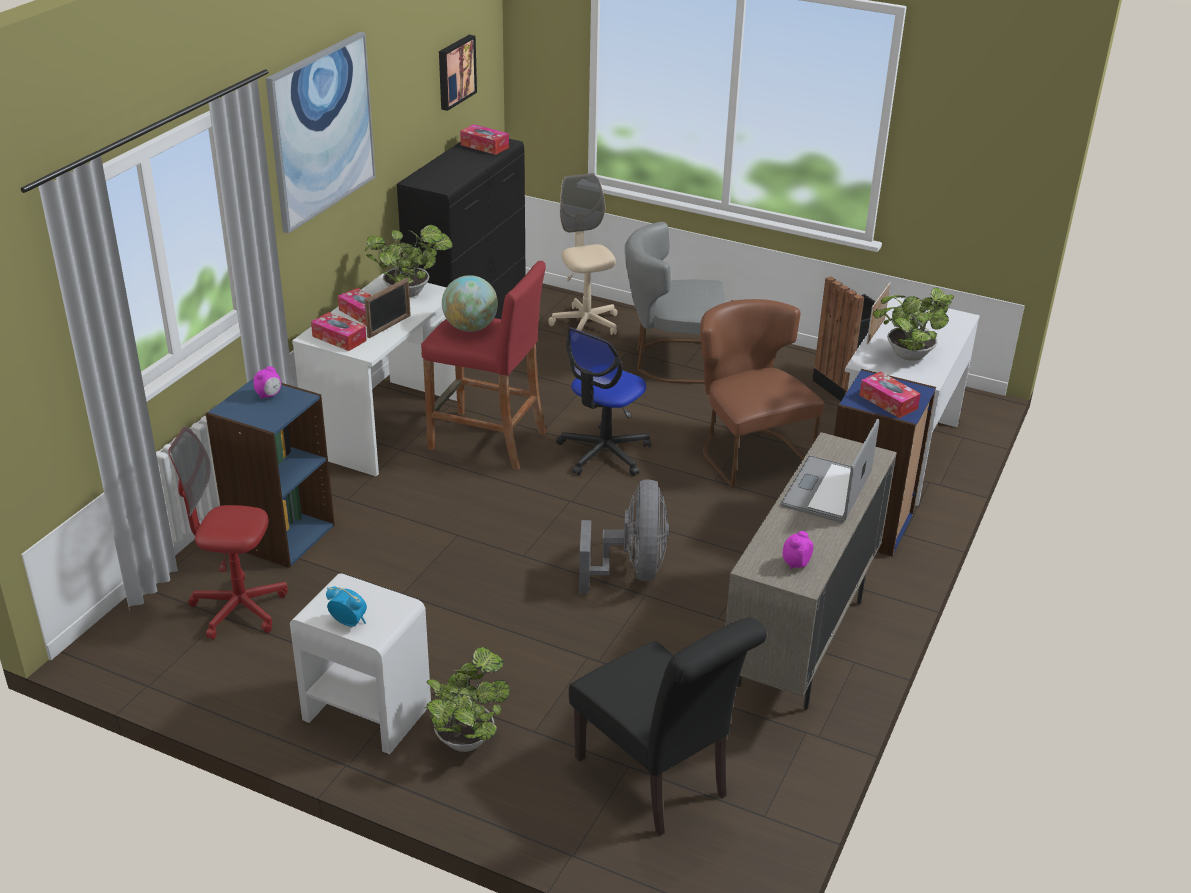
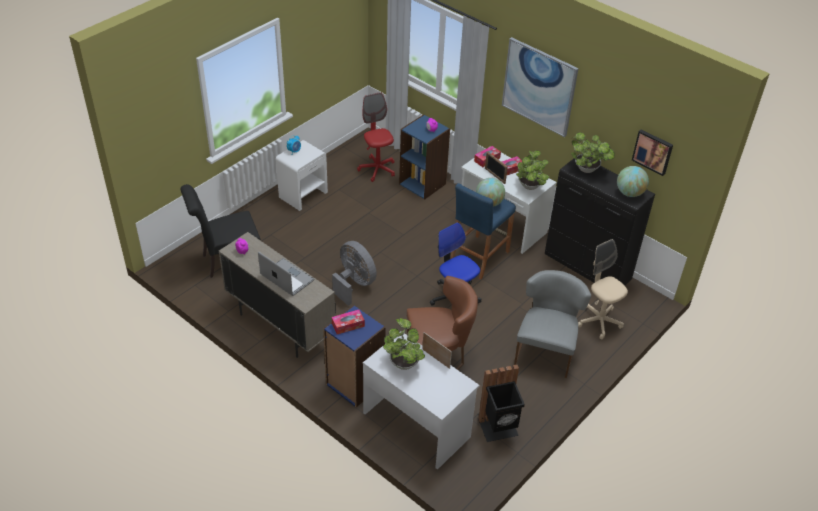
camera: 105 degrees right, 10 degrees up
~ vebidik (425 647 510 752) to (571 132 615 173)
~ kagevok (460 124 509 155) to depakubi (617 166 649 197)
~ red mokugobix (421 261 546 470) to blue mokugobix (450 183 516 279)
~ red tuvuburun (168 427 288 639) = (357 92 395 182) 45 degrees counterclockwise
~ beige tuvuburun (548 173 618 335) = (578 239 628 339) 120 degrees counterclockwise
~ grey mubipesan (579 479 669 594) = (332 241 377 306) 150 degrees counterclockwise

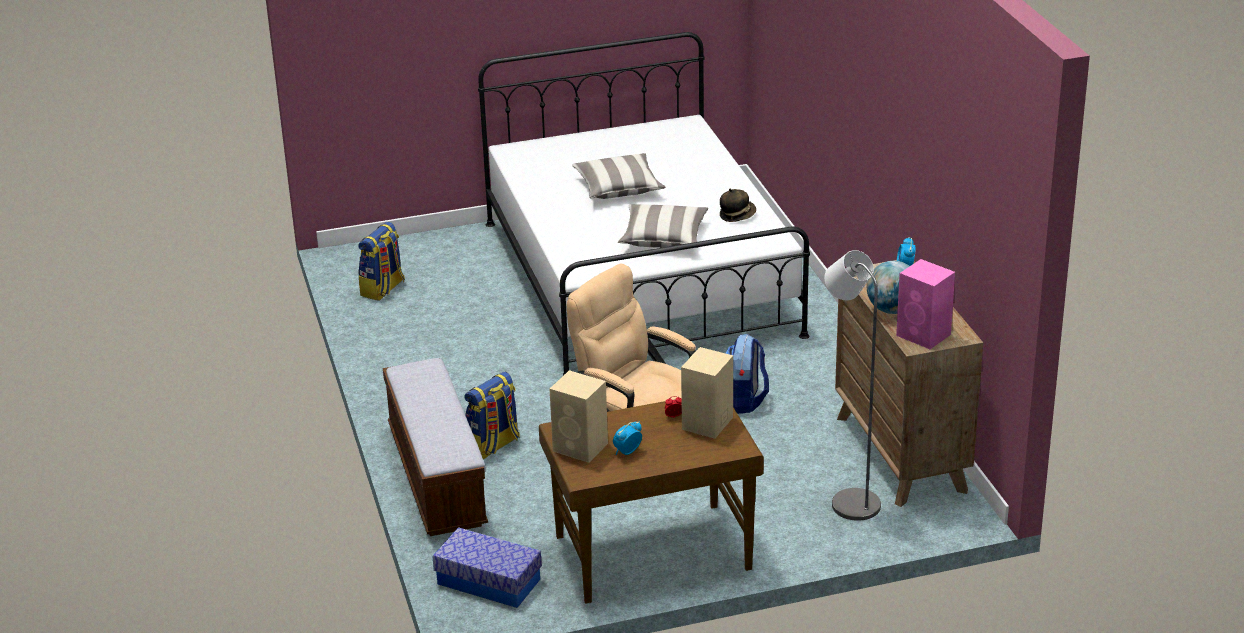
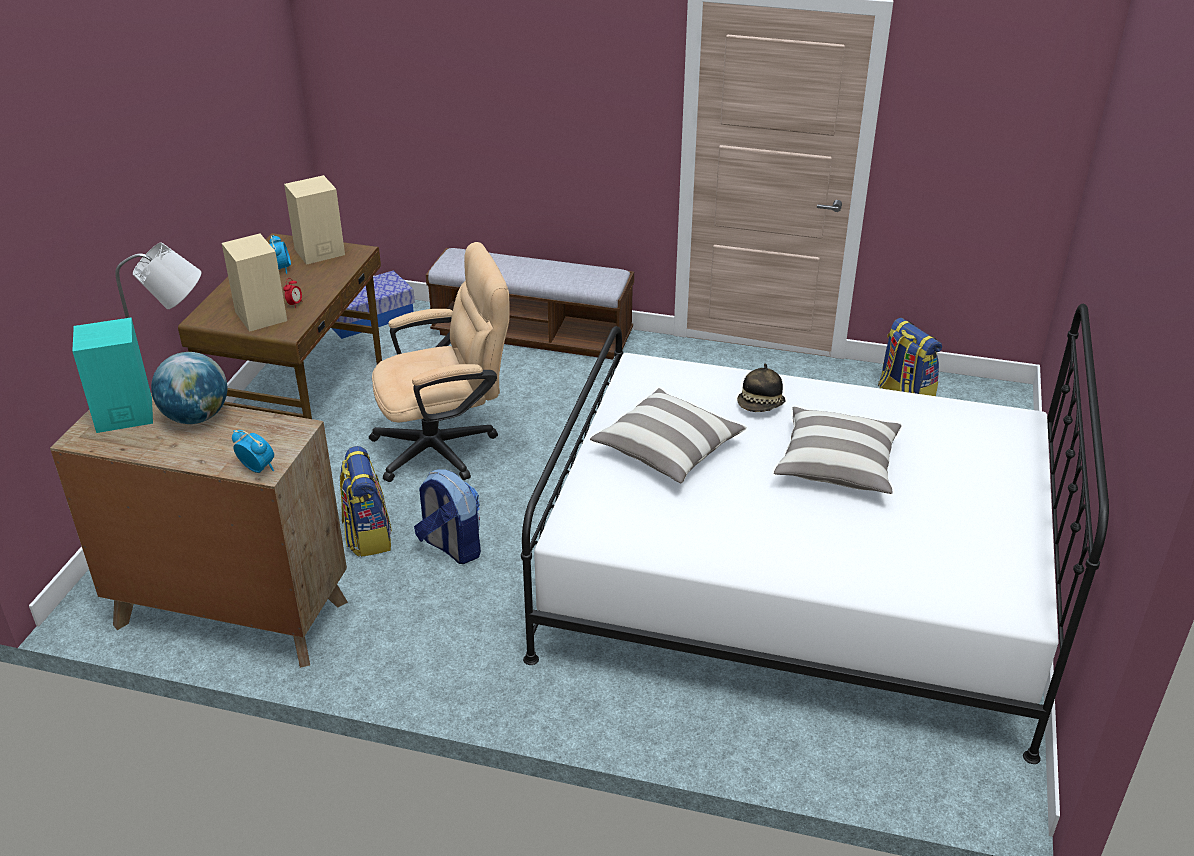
camera: 120 degrees right, 5 degrees up
~ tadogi (465 372 520 459) to (340 446 392 557)
~ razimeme (720 188 756 222) to (737 363 786 412)
~ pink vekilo (896 259 955 349) to turquoise vekilo (72 317 153 433)

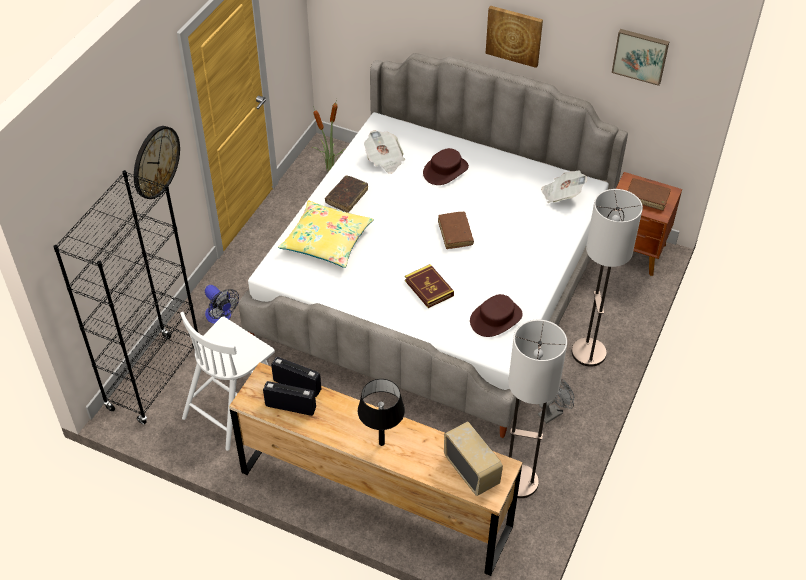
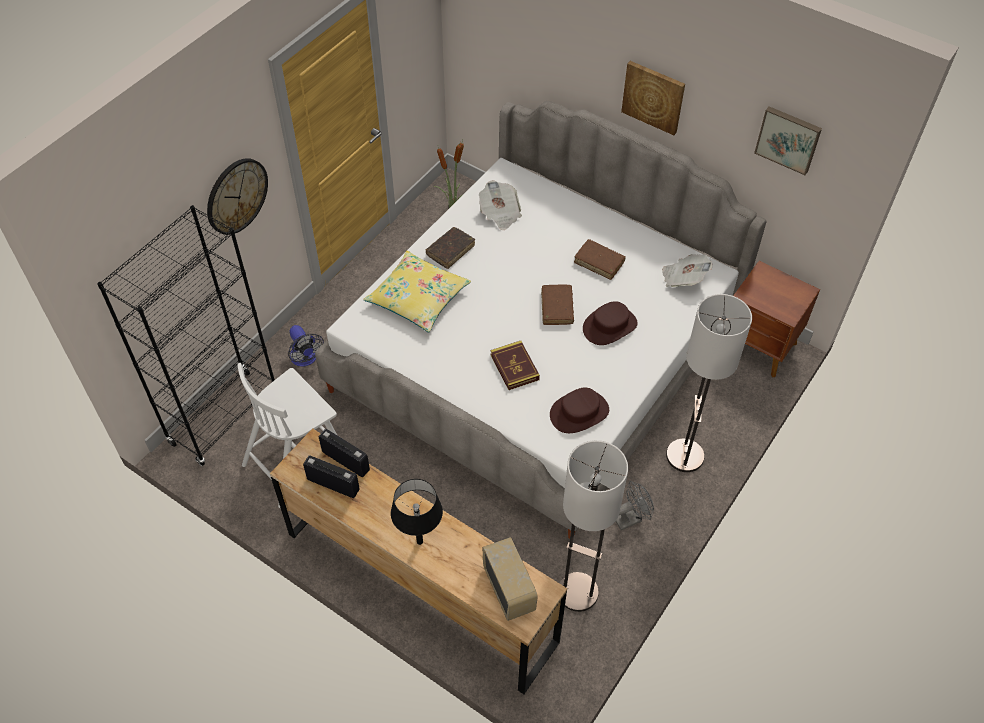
camera: 10 degrees right, 5 degrees up
~ brown razimeme (423 148 469 185) to (583 301 638 345)
~ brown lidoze (627 178 671 211) to (574 239 626 280)

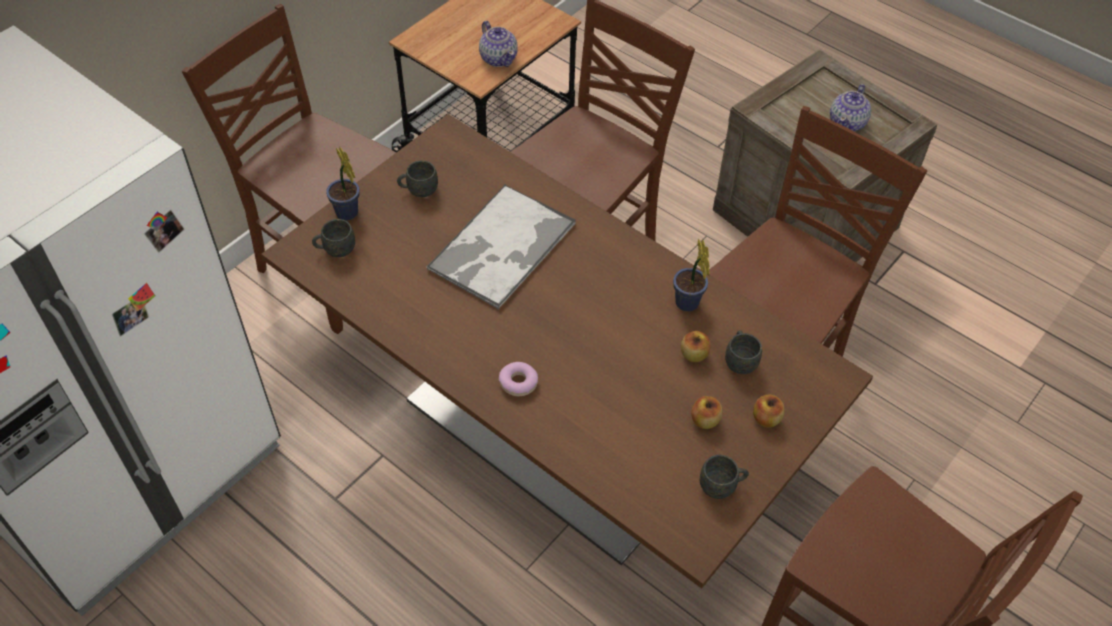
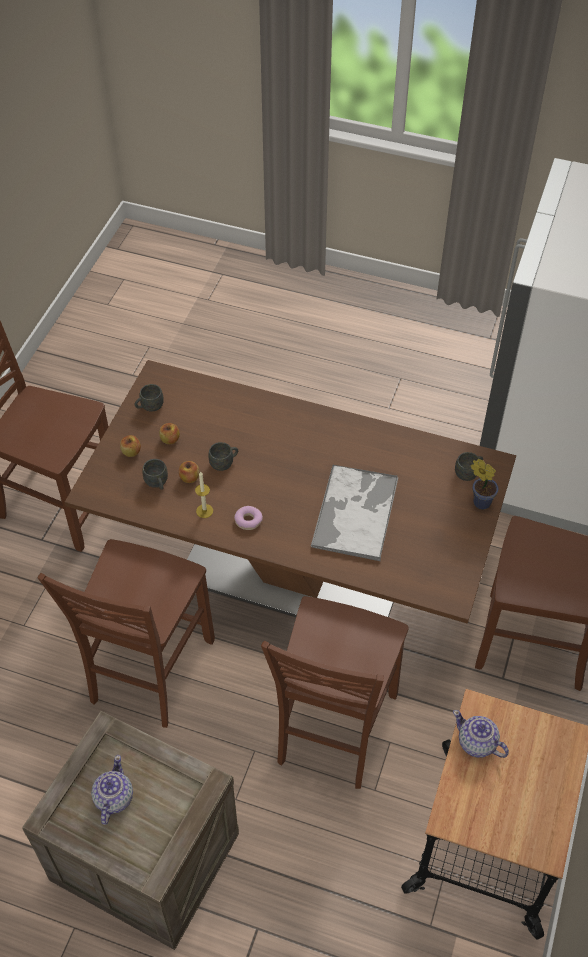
camera: 160 degrees right, 0 degrees up
~ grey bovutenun (397 160 438 197) to (208 442 238 471)
~ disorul (499 362 538 396) to (234 506 263 530)
~ vebidik (673 239 709 312) to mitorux (195 471 213 518)

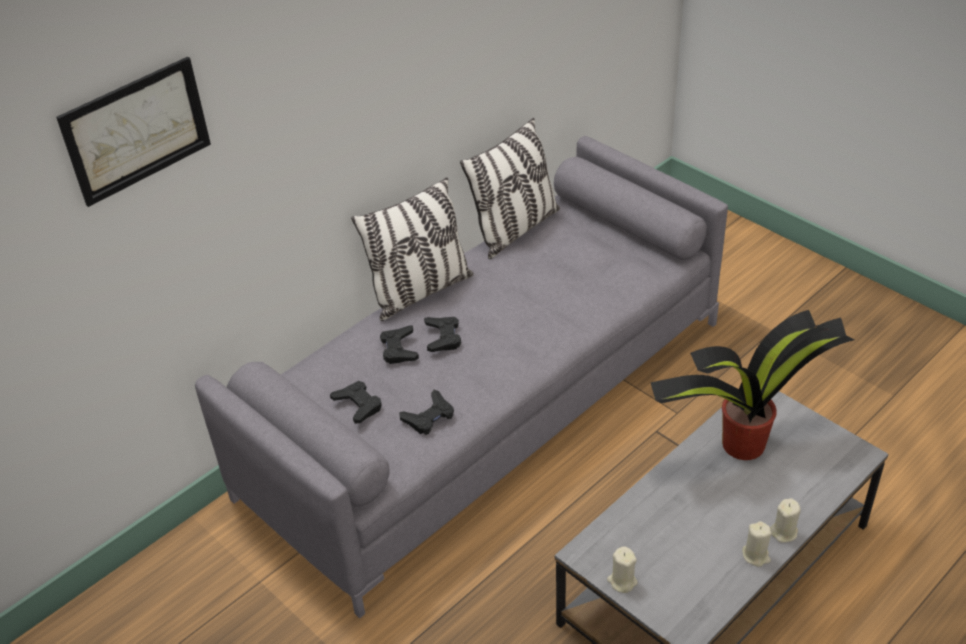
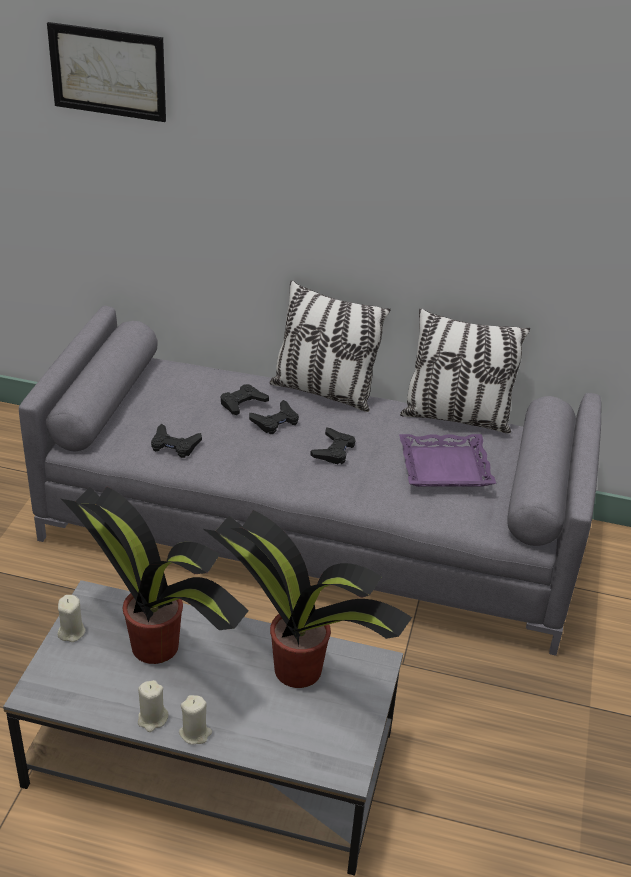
camera: 55 degrees right, 5 degrees down
+ vebidik (61 486 249 664)
+ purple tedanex (399 434 496 487)
~ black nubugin (330 381 382 424) to (310 427 355 464)

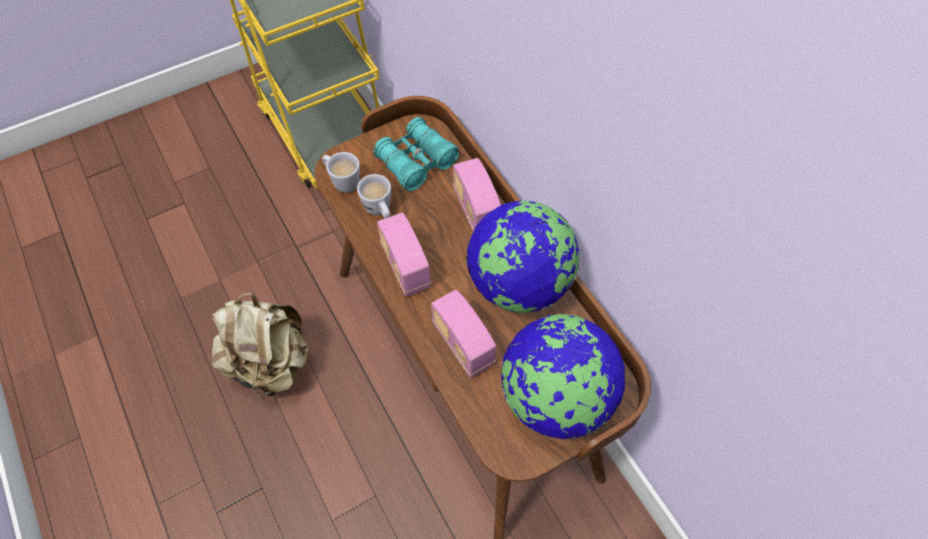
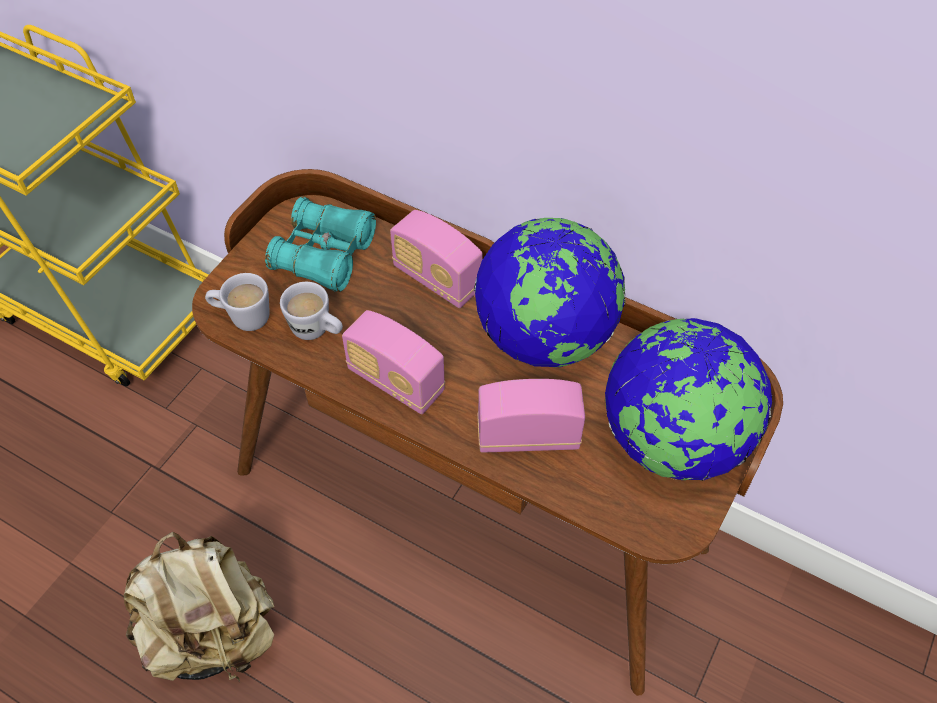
camera: 30 degrees left, 5 degrees down
~ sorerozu (431 290 496 378) = (477 379 585 453) 150 degrees clockwise

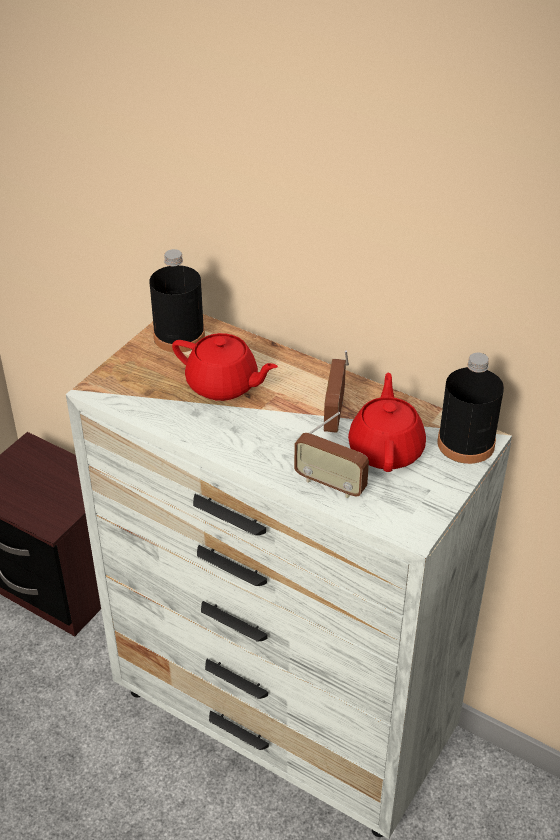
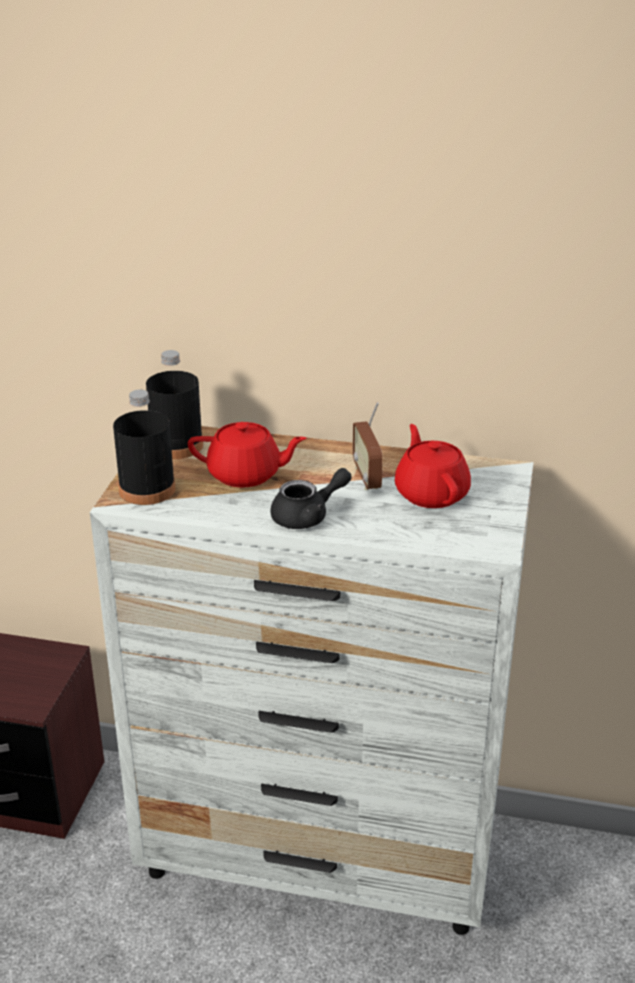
camera: 20 degrees left, 10 degrees down
- sorerozu (294 412 369 498)
+ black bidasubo (270 468 352 529)
~ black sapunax (437 353 504 464) to (113 390 175 505)

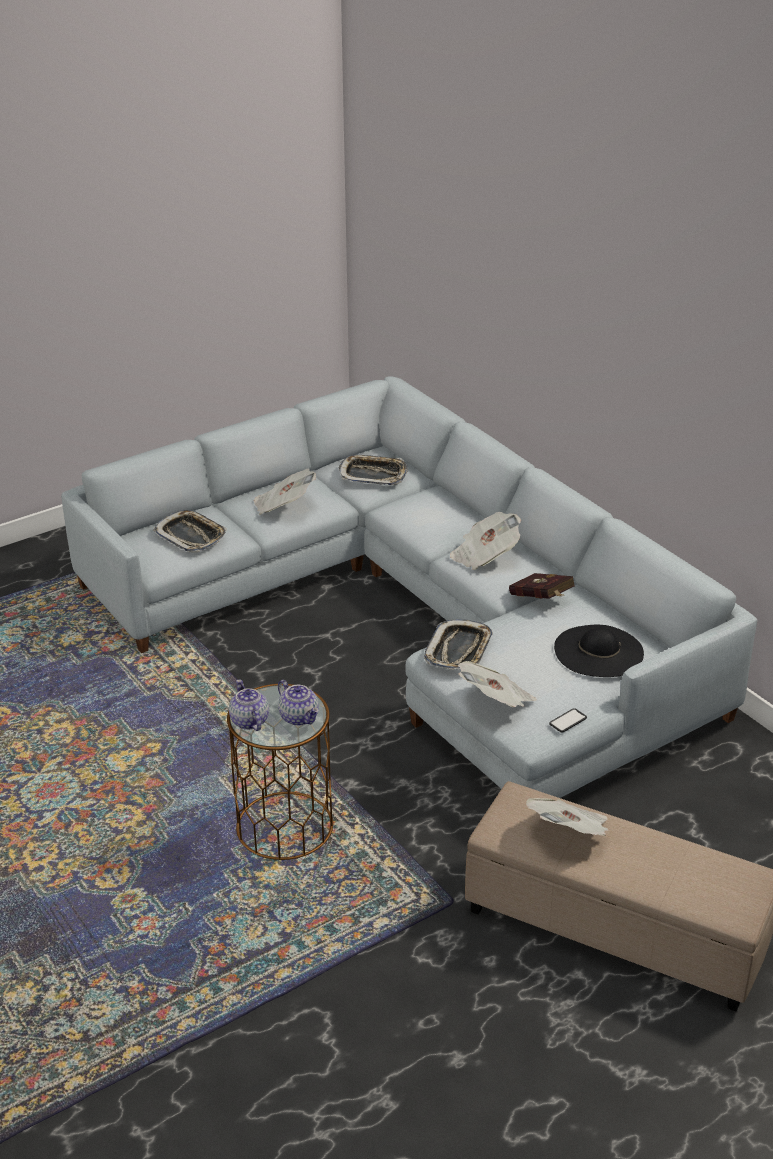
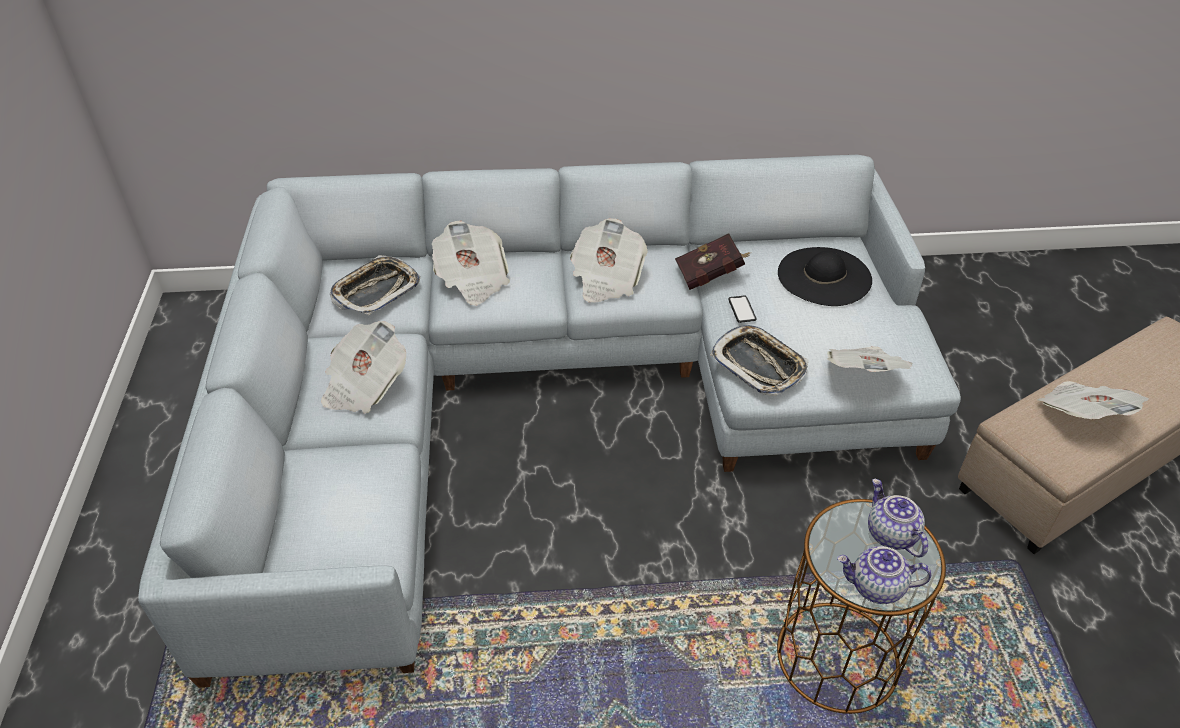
camera: 60 degrees left, 10 degrees up
- tedanex (153 510 227 552)
+ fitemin (432 221 510 306)
~ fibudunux (549 708 587 732) to (728 296 756 323)
~ bidasubo (278 680 319 726) = (868 479 928 557) 105 degrees counterclockwise

